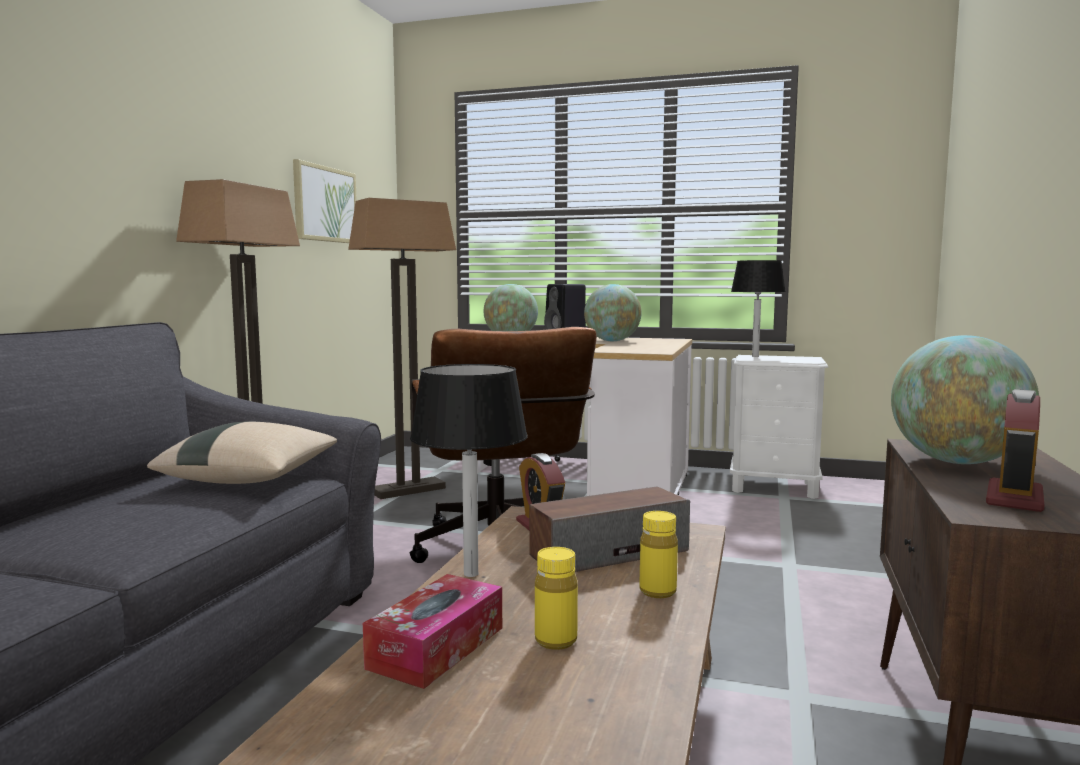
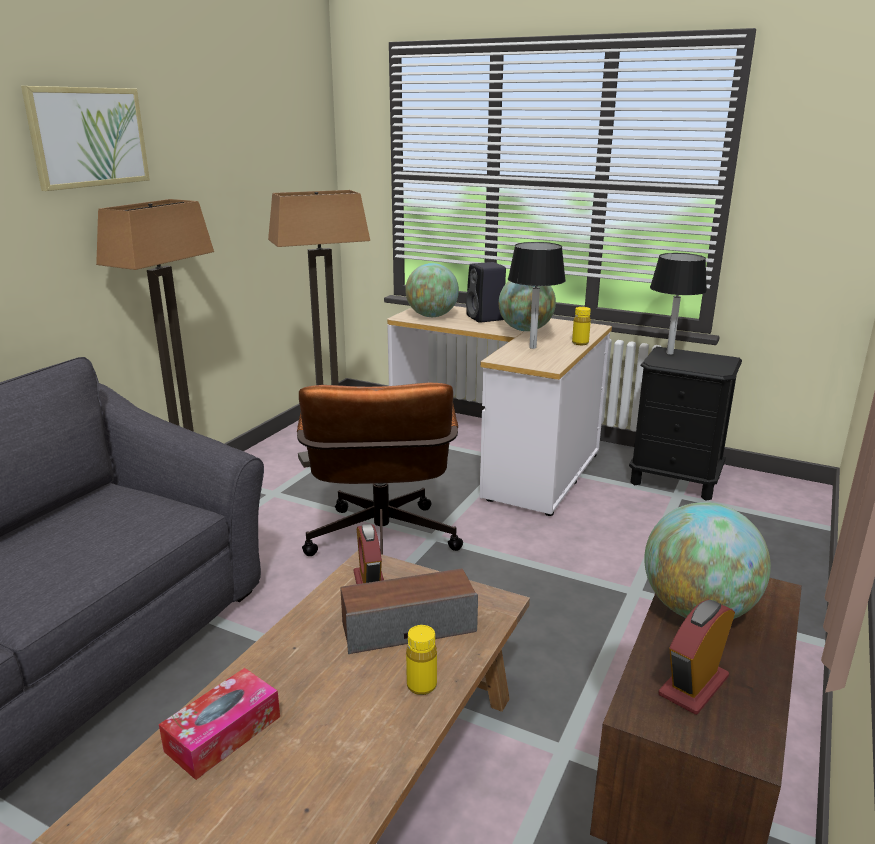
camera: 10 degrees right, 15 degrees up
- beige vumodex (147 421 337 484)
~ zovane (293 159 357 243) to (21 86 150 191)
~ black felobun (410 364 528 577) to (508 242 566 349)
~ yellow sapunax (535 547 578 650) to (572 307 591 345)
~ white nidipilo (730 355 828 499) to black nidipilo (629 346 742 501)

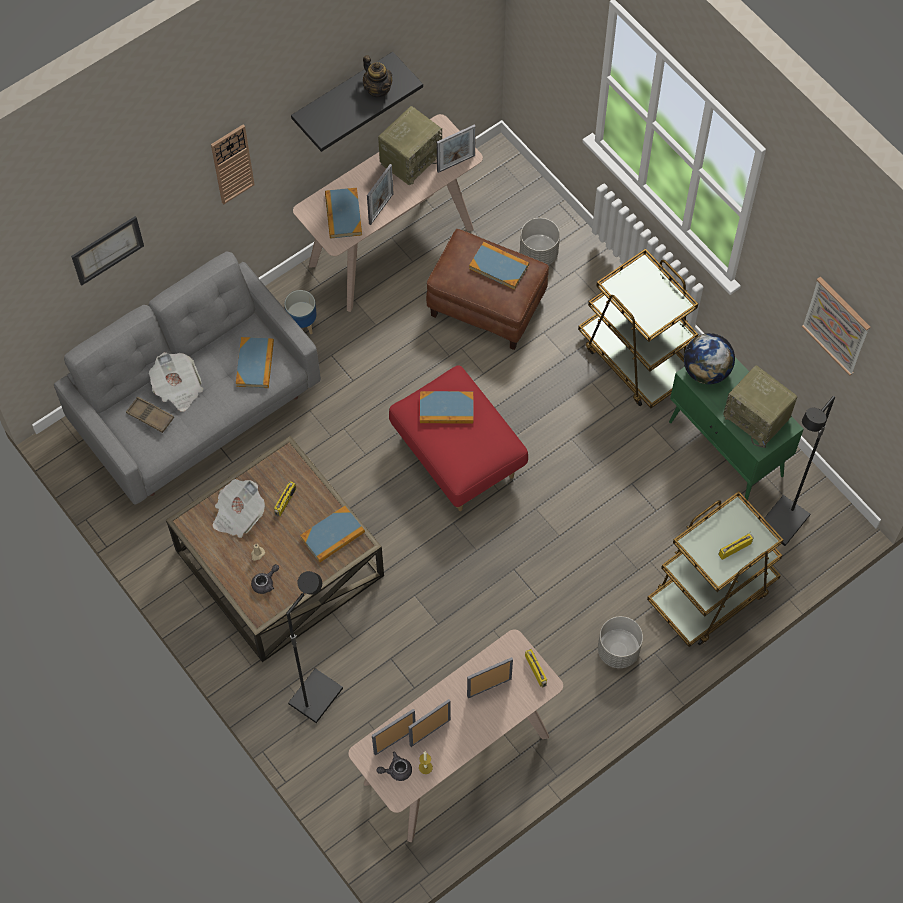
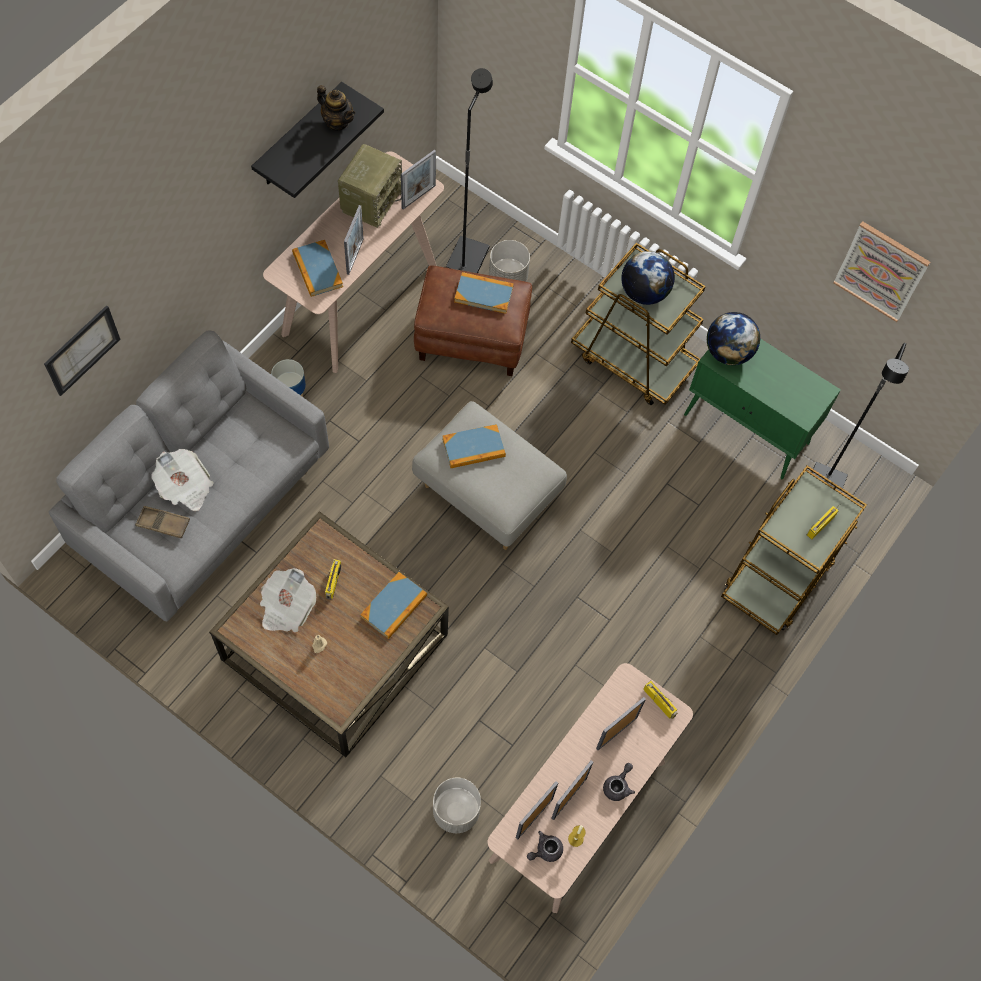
camera: 20 degrees left, 0 degrees up
- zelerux (211 124 255 204)
- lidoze (236 337 274 388)
- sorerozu (723 366 797 448)
+ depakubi (621 251 675 305)
~ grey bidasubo (251 564 279 594) to (603 763 635 801)
~ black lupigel (286 571 343 723) to (446 68 493 273)
~ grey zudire (598 616 643 668) to (433 777 481 833)
~ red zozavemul (389 365 528 511) to grey zozavemul (412 401 567 550)

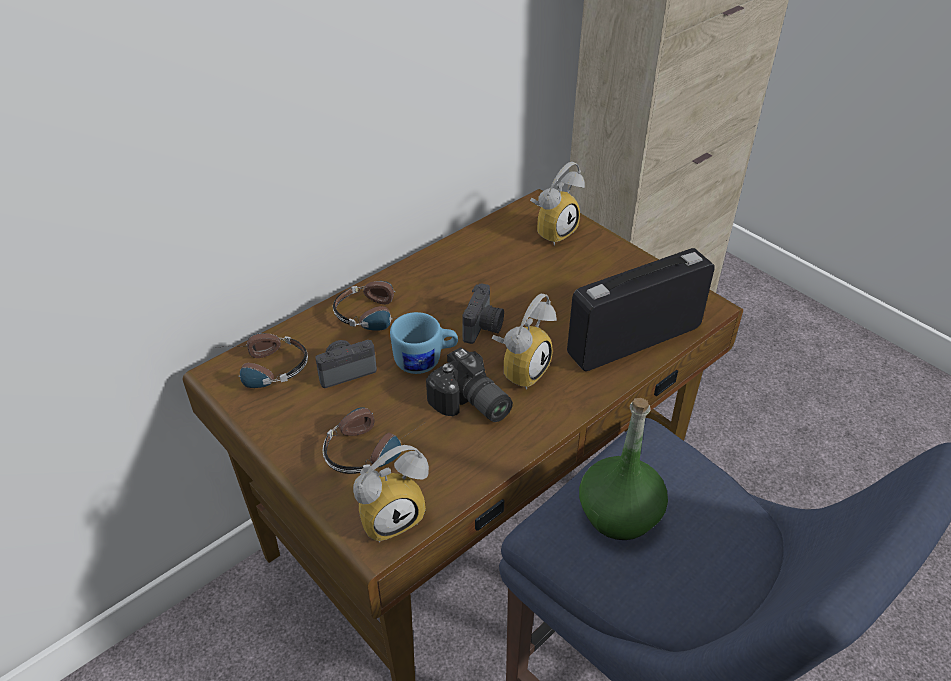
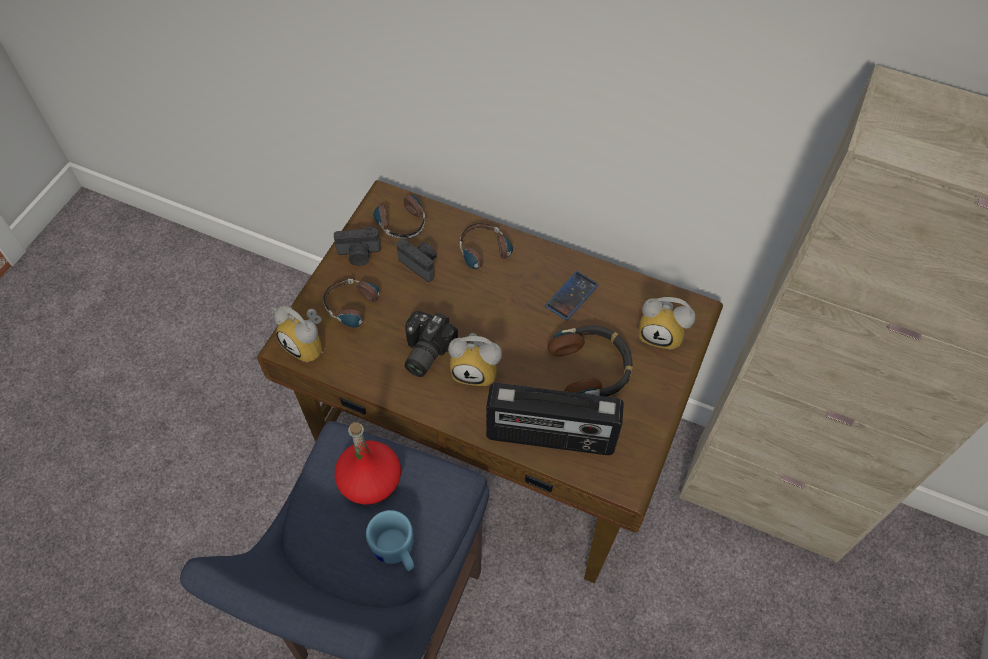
camera: 65 degrees right, 15 degrees up
+ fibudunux (545 271 598 321)
+ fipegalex (547 325 633 397)
~ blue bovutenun (390 312 458 374) to (366 510 414 571)
~ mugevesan (462 283 504 344) to (334 226 381 266)
~ green sapunax (579 398 668 540) to red sapunax (335 422 401 505)
~ sorerozu (567 248 715 371) = (486 383 624 455) 150 degrees clockwise

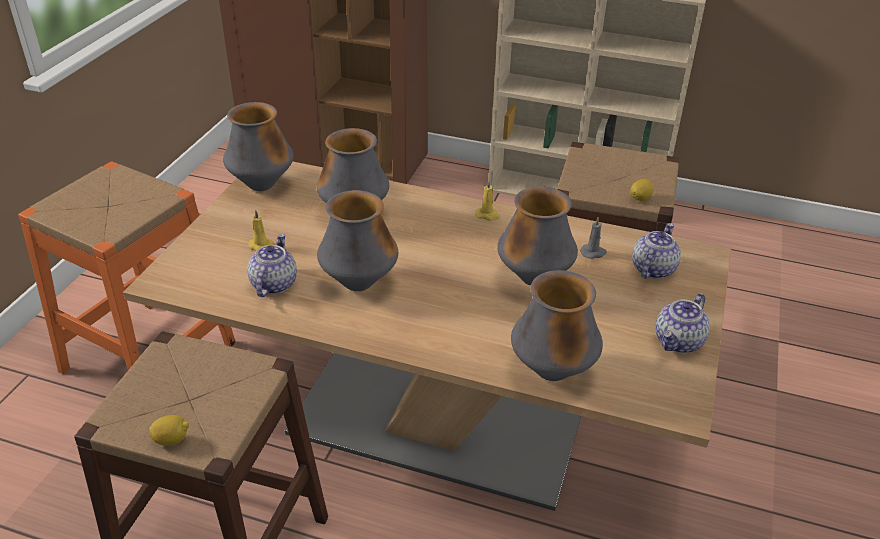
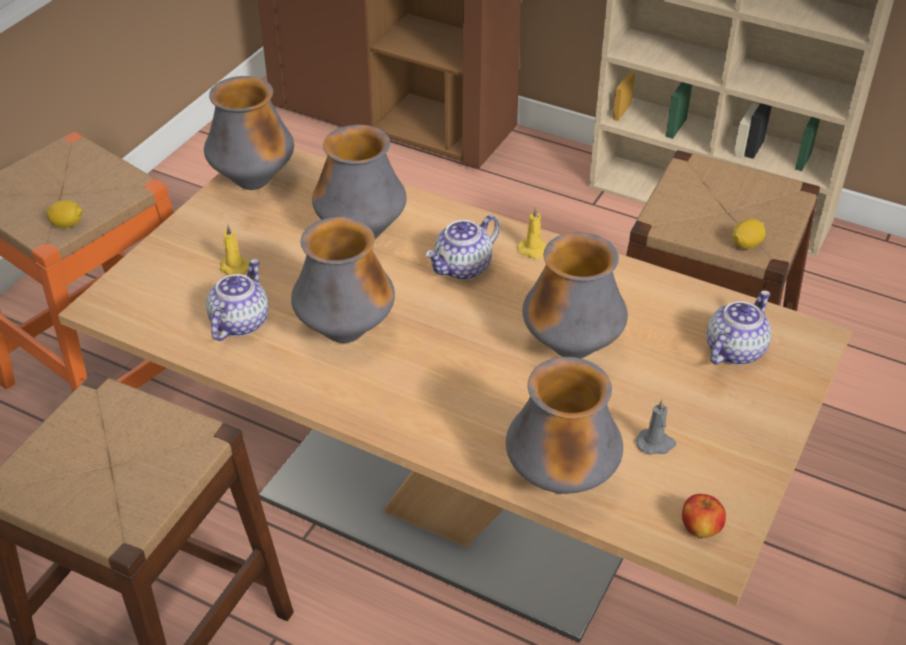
camera: 10 degrees right, 5 degrees up
+ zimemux (682 494 726 538)
~ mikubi (149 415 189 446) to (46 200 83 228)
~ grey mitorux (580 217 607 259) to (636 399 676 455)
~ bidasubo (656 293 710 353) to (425 215 500 280)

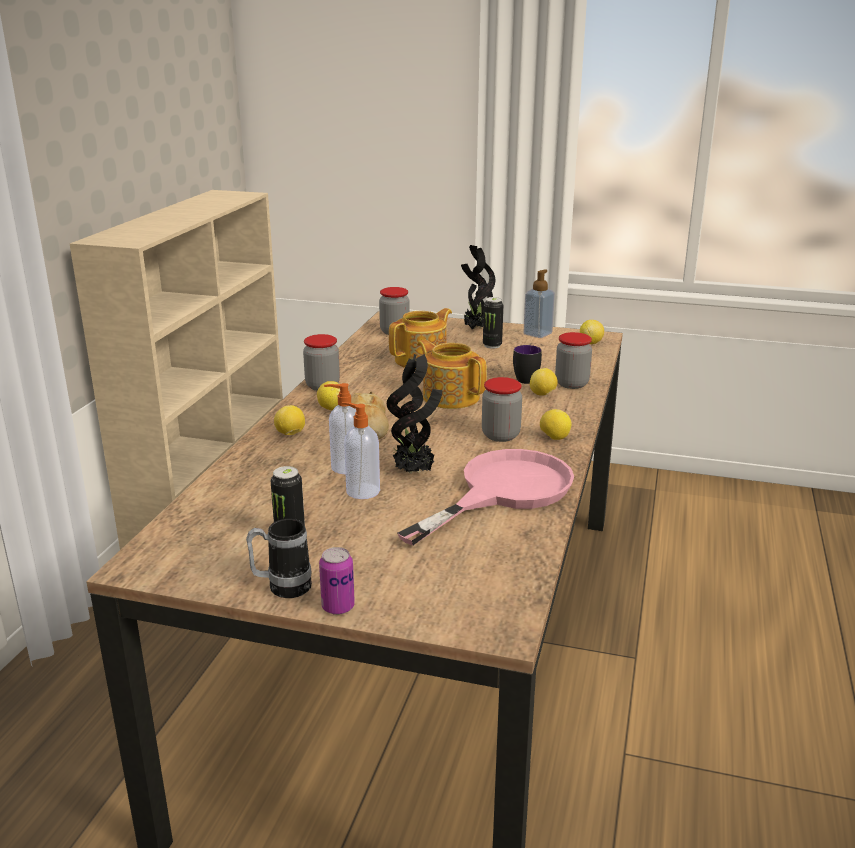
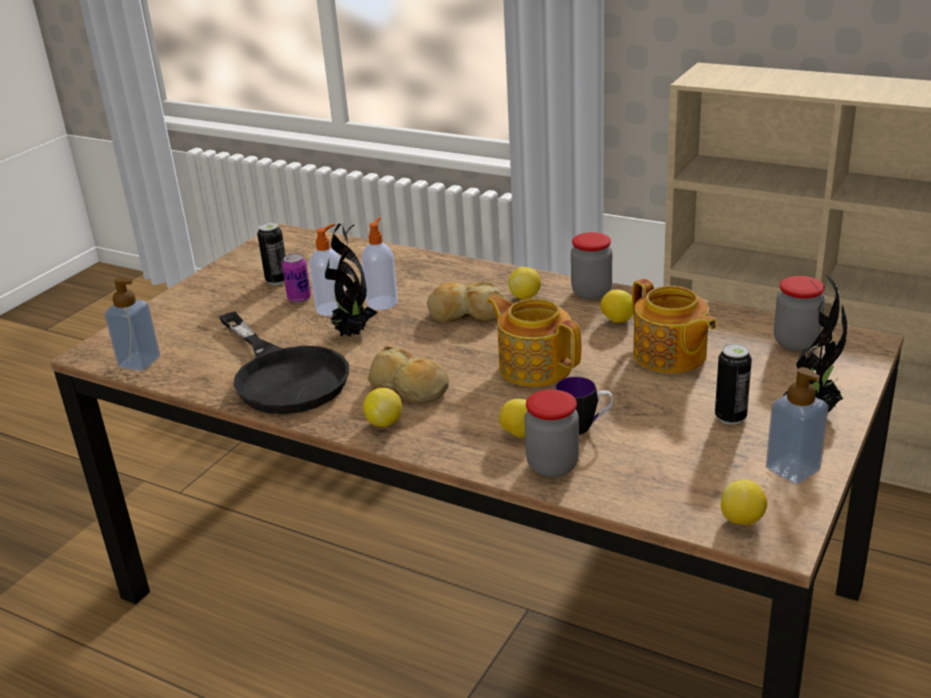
camera: 105 degrees right, 5 degrees up
- bovutenun (246 519 312 598)
+ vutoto (104 277 160 371)
~ mikubi (274 405 305 435) to (600 289 632 323)
~ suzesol (319 547 355 615) to (282 254 311 303)
~ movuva (482 377 522 442) to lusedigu (367 346 449 404)
~ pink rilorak (397 449 574 546) to black rilorak (219 311 349 414)
~ bidasubo (417 339 487 409) = (487 295 581 387) 105 degrees counterclockwise

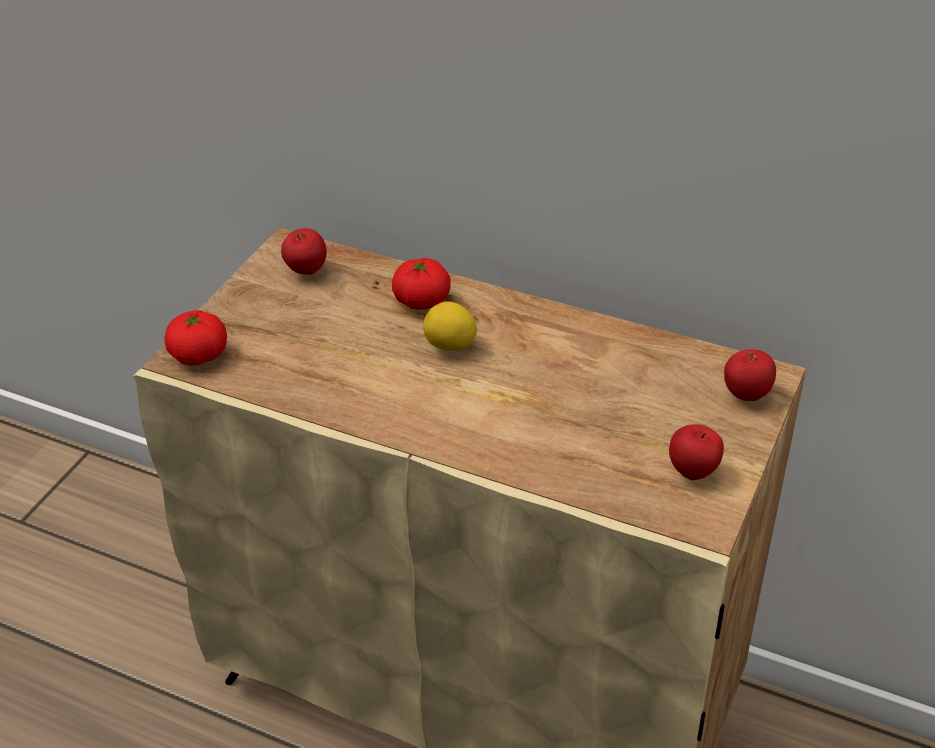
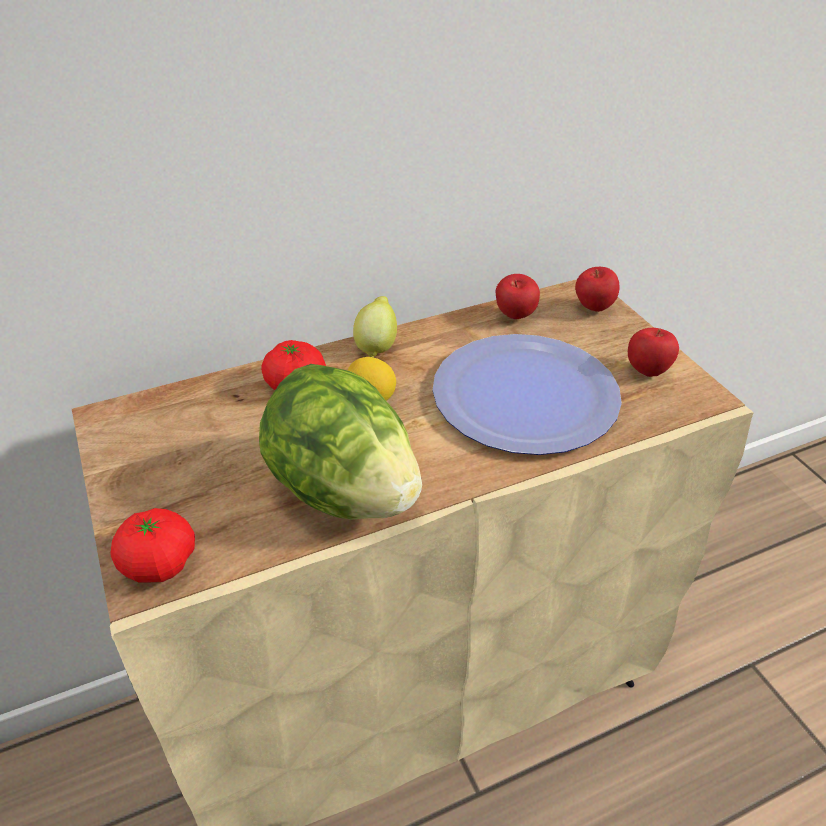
camera: 50 degrees left, 0 degrees up
+ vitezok (259 364 422 520)
+ mikubi (353 296 397 357)
+ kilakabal (433 334 622 455)
~ zimemux (281 228 327 275) to (496 274 540 319)

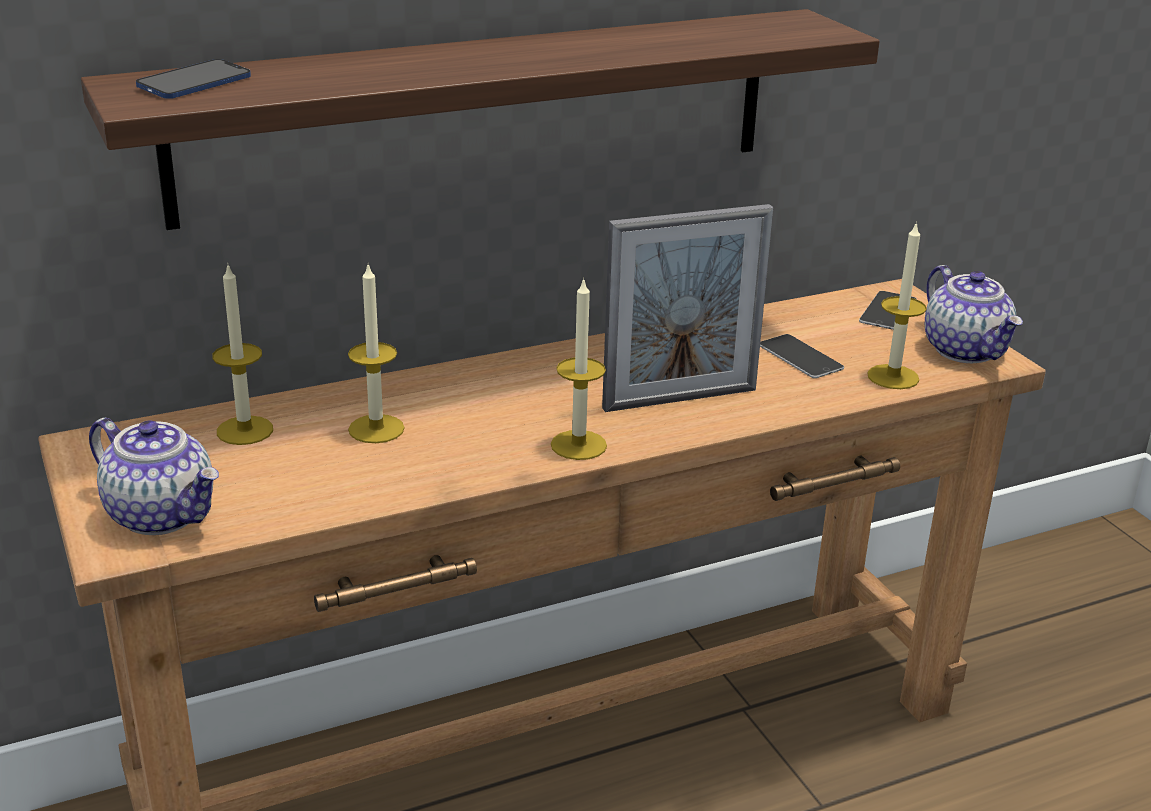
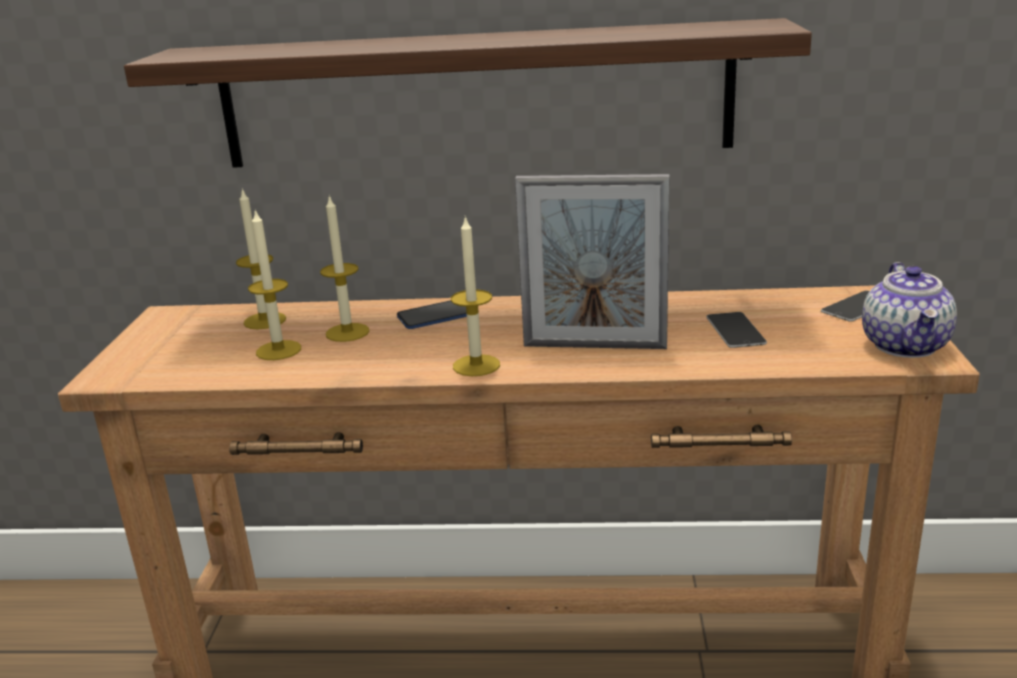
camera: 30 degrees right, 5 degrees down
- bidasubo (89 418 219 535)
~ fibudunux (136 59 251 99) to (397 300 467 329)
~ mitorux (867 221 927 389) to (248 209 301 360)

